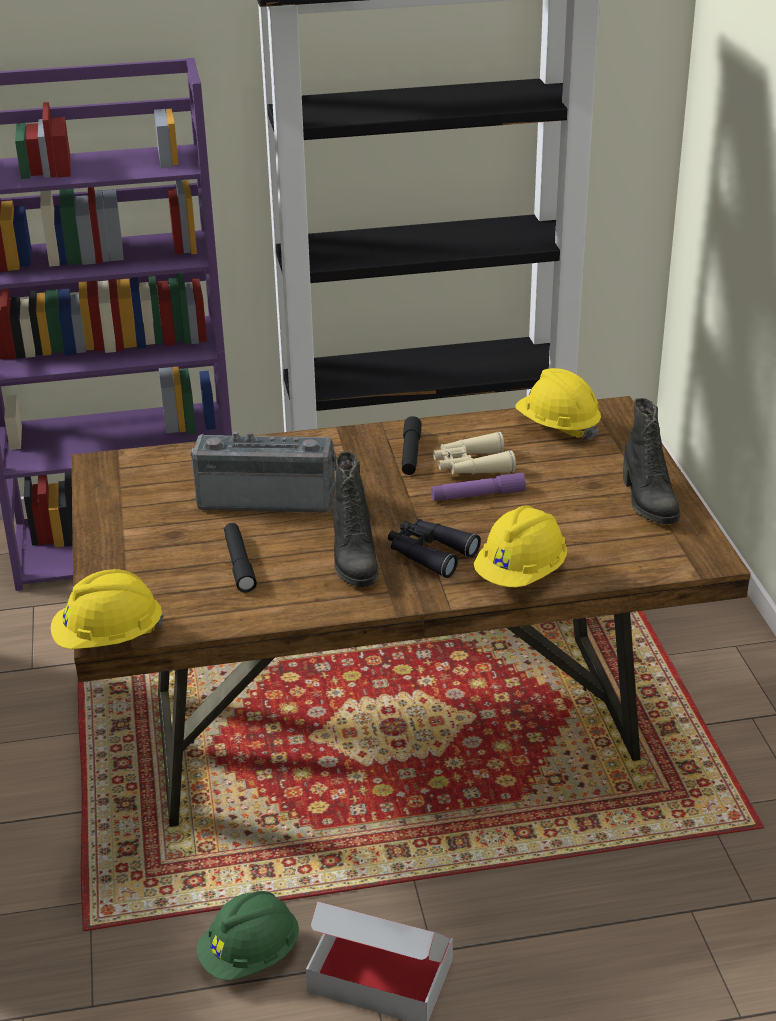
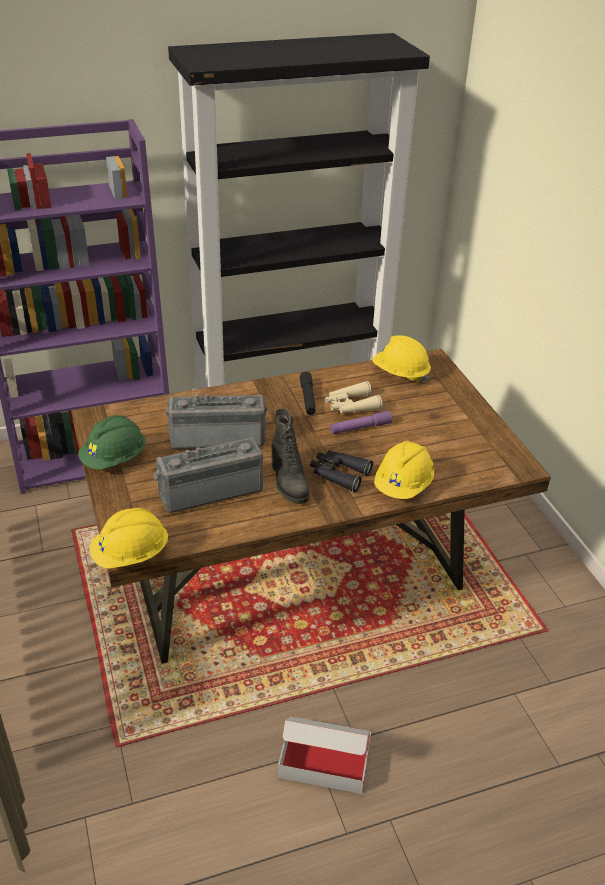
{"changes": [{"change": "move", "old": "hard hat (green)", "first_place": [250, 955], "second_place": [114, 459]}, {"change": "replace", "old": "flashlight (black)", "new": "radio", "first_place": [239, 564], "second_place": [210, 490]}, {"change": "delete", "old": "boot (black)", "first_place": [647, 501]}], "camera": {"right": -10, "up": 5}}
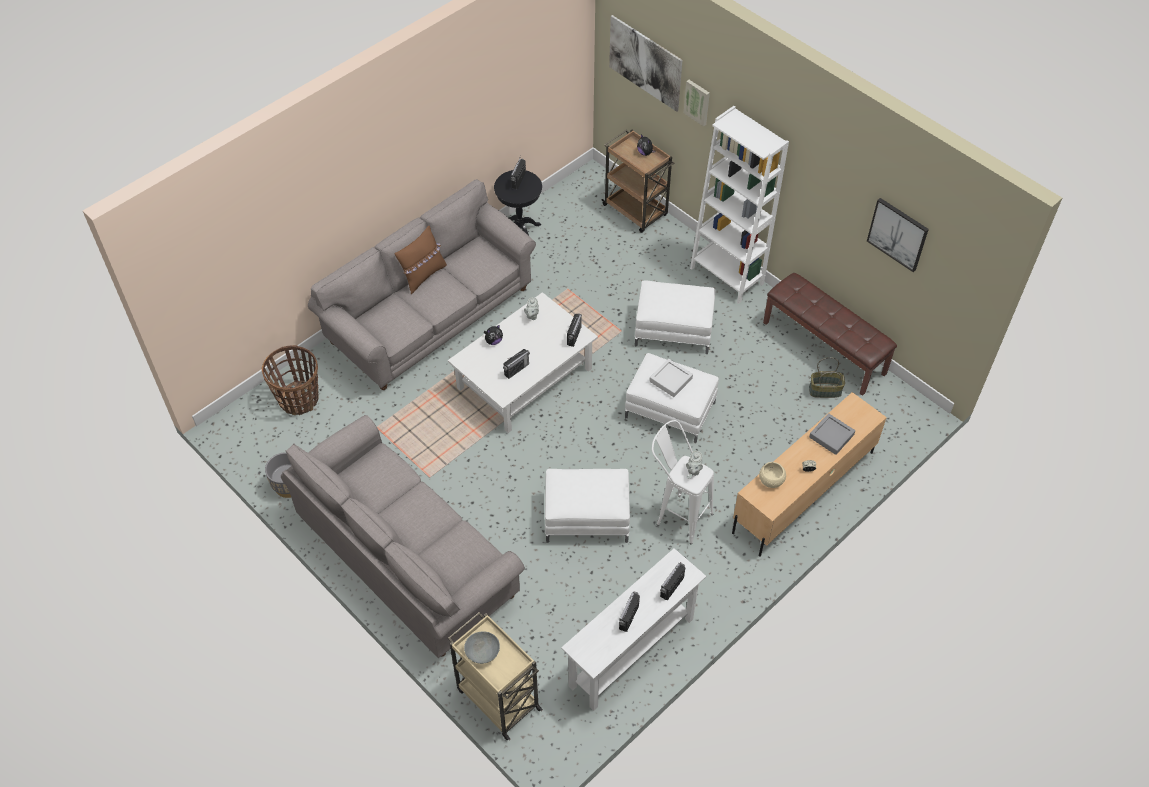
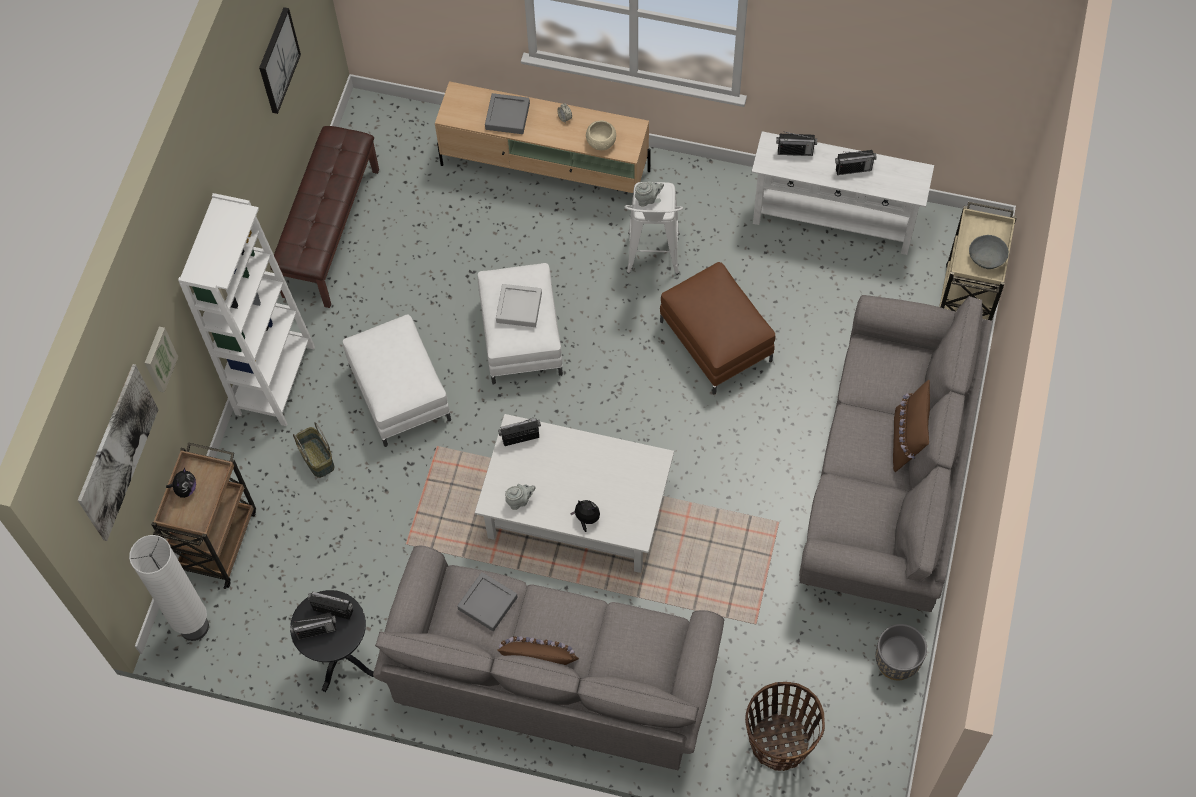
{"changes": [{"change": "move", "old": "radio", "first_place": [516, 369], "second_place": [333, 610]}, {"change": "recolor", "old": "ottoman (white)", "new": "ottoman (brown)", "first_place": [587, 517], "second_place": [715, 340]}, {"change": "move", "old": "basket", "first_place": [825, 390], "second_place": [316, 458]}, {"change": "insert", "new": "floor lamp (white)", "second_place": [194, 626]}, {"change": "insert", "new": "tray (grey)", "second_place": [487, 603]}, {"change": "insert", "new": "pillow (brown)", "second_place": [907, 440]}], "camera": {"right": -120, "up": 10}}
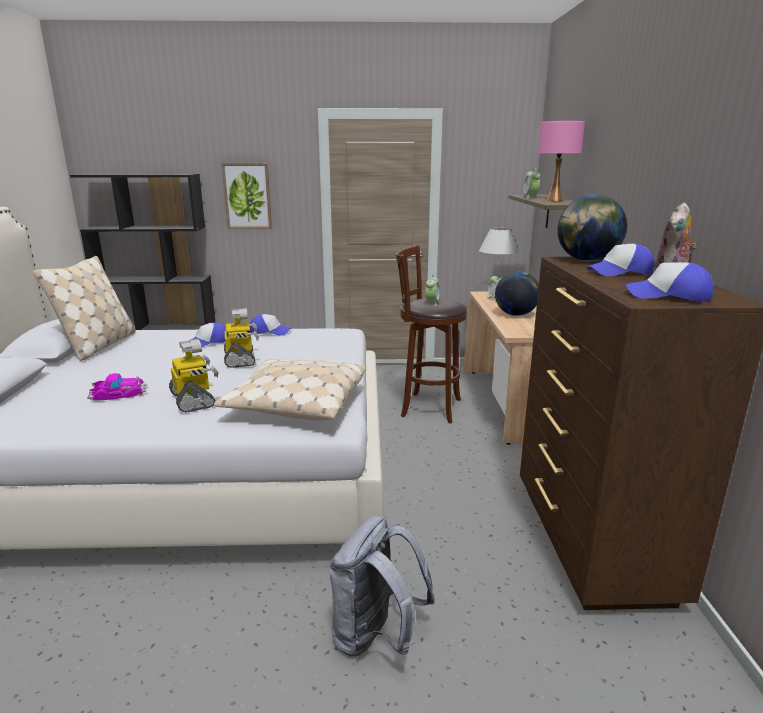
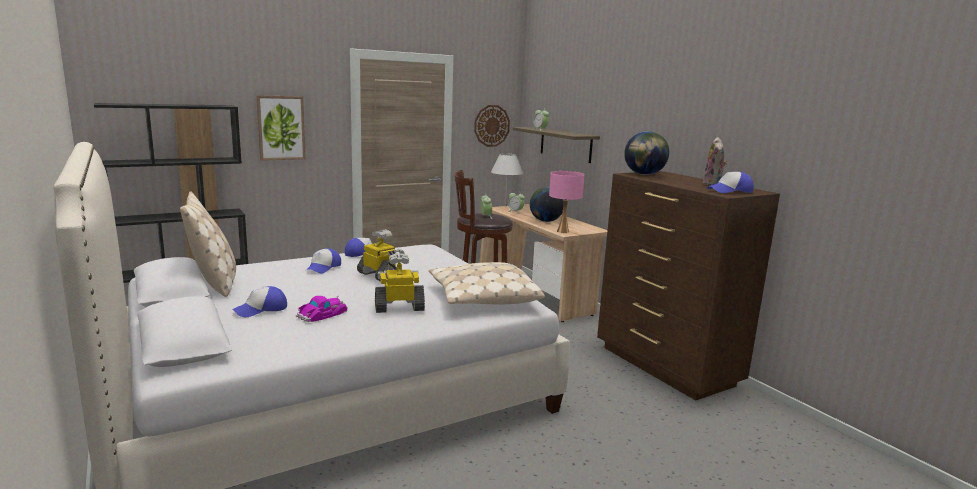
{"changes": [{"change": "rotate", "old": "toy robot", "first_place": [194, 400], "second_place": [399, 307], "degrees": -45}, {"change": "delete", "old": "backpack (grey)", "first_place": [376, 636]}, {"change": "move", "old": "table lamp (pink)", "first_place": [554, 200], "second_place": [562, 231]}, {"change": "move", "old": "cap", "first_place": [620, 272], "second_place": [261, 309]}, {"change": "insert", "new": "wall clock", "second_place": [491, 125]}], "camera": {"right": -30, "up": -5}}
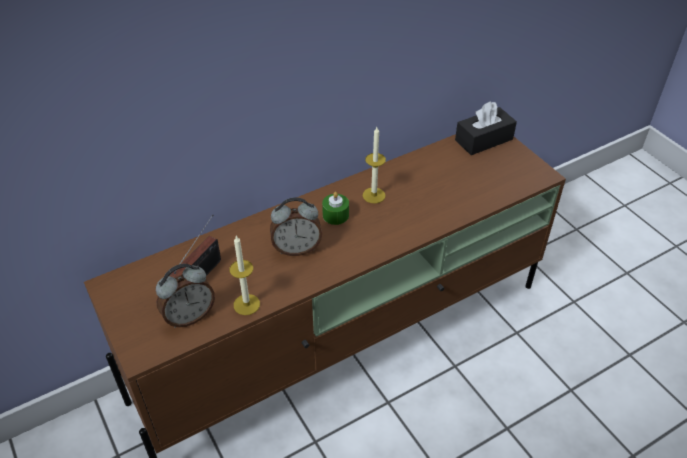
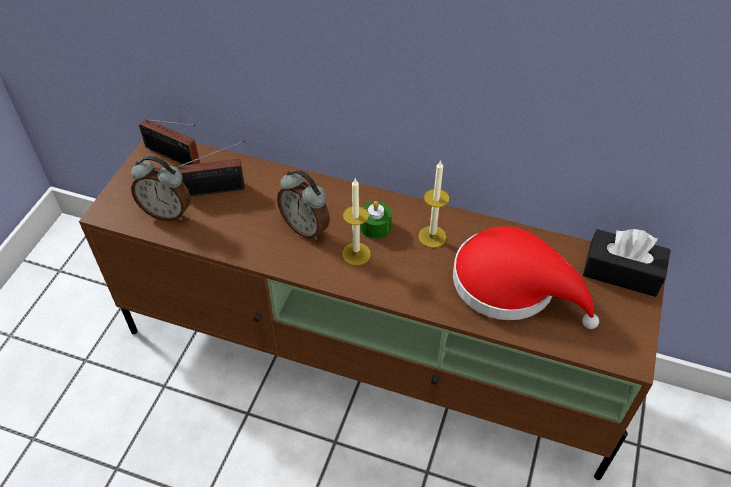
{"changes": [{"change": "move", "old": "candle", "first_place": [246, 304], "second_place": [356, 254]}, {"change": "insert", "new": "radio", "second_place": [175, 157]}, {"change": "insert", "new": "hat (red)", "second_place": [512, 285]}], "camera": {"right": 50, "up": 5}}
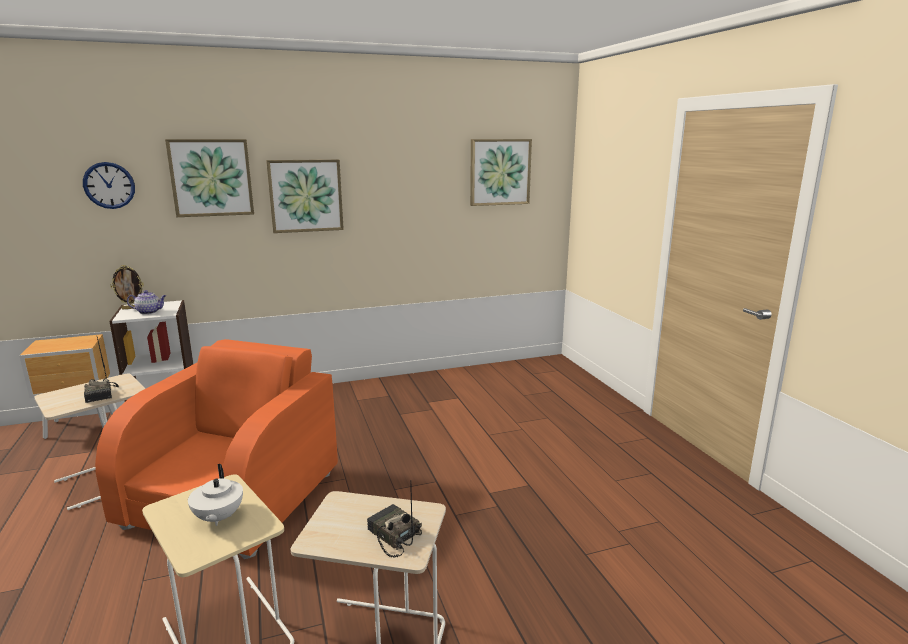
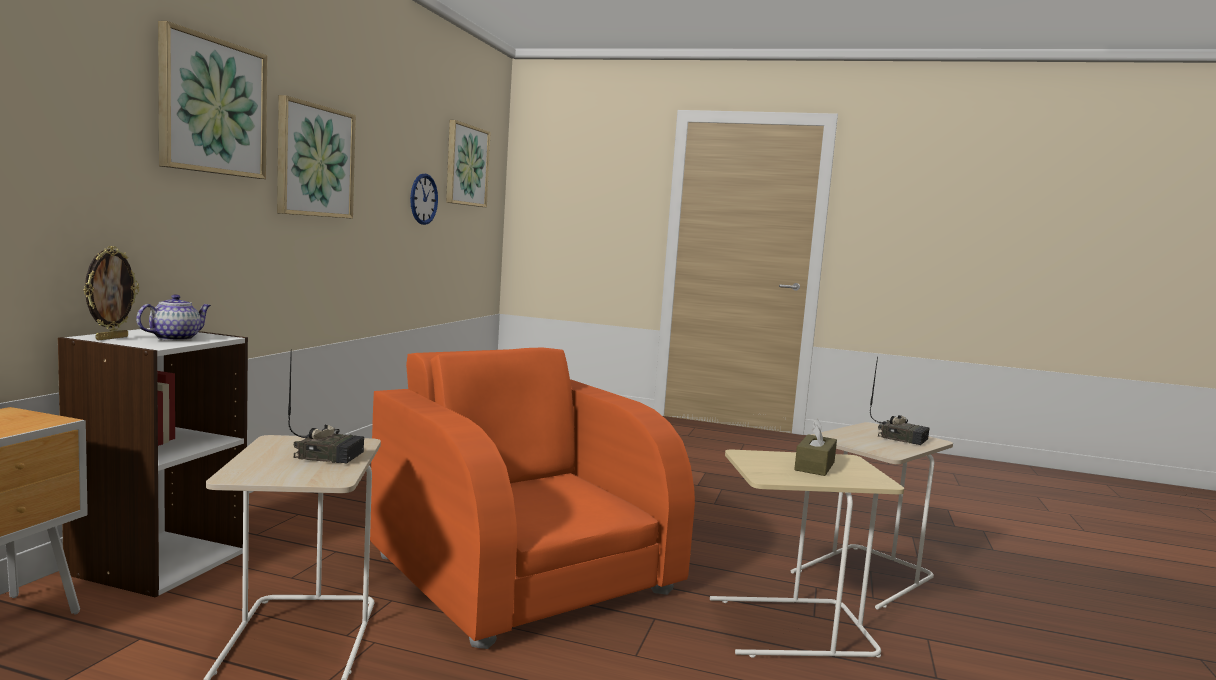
{"changes": [{"change": "move", "old": "wall clock", "first_place": [109, 185], "second_place": [423, 199]}, {"change": "replace", "old": "teapot (white)", "new": "tissue box (brown)", "first_place": [218, 518], "second_place": [814, 466]}, {"change": "rotate", "old": "radio", "first_place": [392, 536], "second_place": [901, 438], "degrees": -135}], "camera": {"right": -55, "up": -10}}
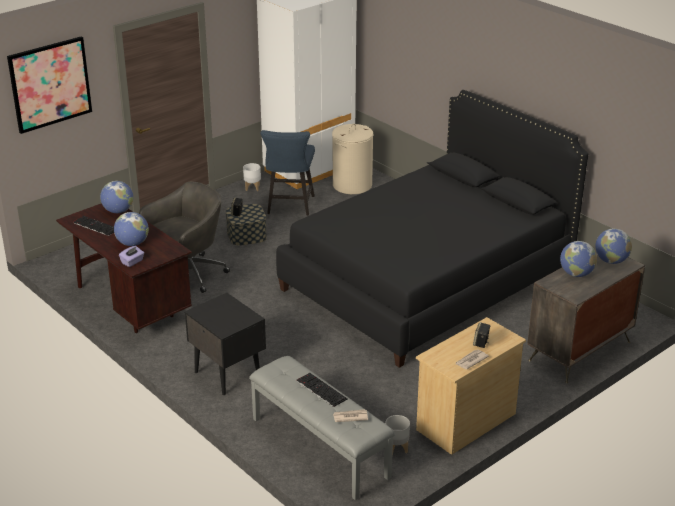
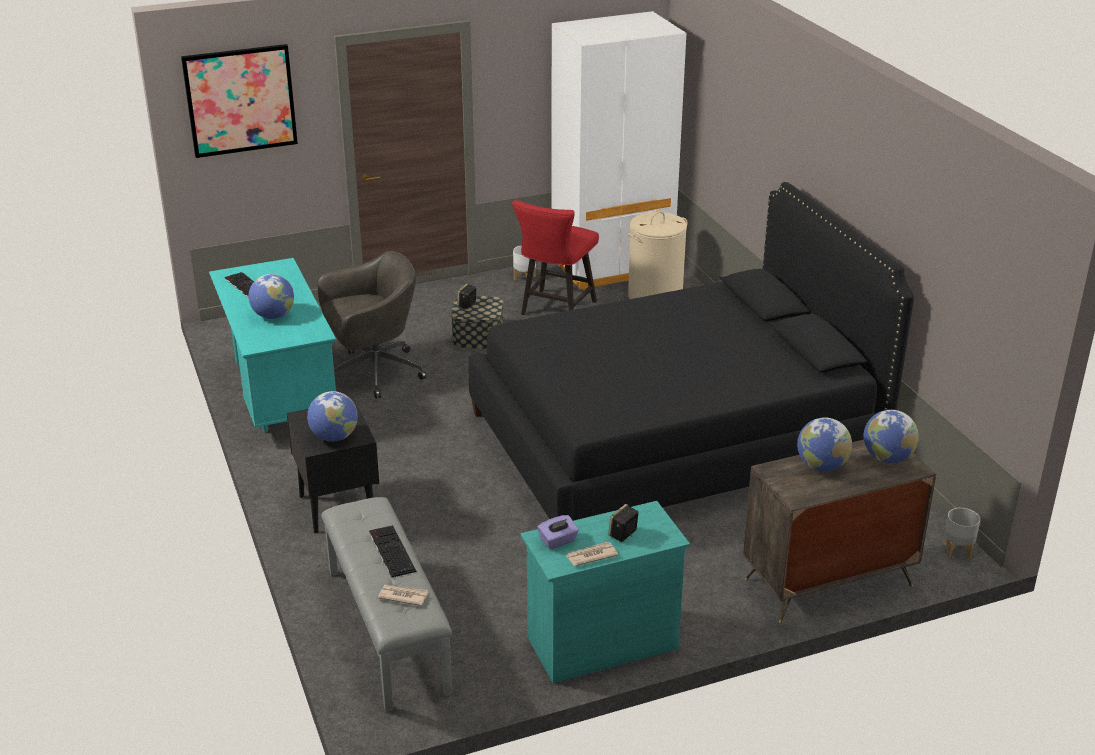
{"changes": [{"change": "recolor", "old": "desk (brown)", "new": "desk (turquoise)", "first_place": [129, 305], "second_place": [280, 397]}, {"change": "move", "old": "globe", "first_place": [118, 211], "second_place": [334, 437]}, {"change": "move", "old": "tissue box (purple)", "first_place": [132, 262], "second_place": [558, 541]}, {"change": "recolor", "old": "chair (blue)", "new": "chair (red)", "first_place": [289, 207], "second_place": [555, 310]}, {"change": "move", "old": "planter (grey)", "first_place": [396, 449], "second_place": [957, 551]}, {"change": "recolor", "old": "dresser (beige)", "new": "dresser (turquoise)", "first_place": [465, 422], "second_place": [601, 643]}], "camera": {"right": 20, "up": 0}}
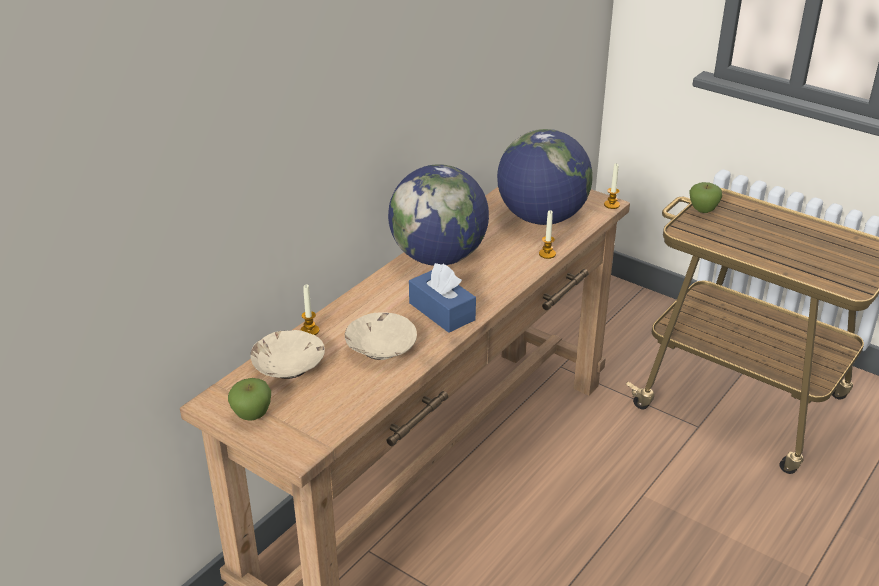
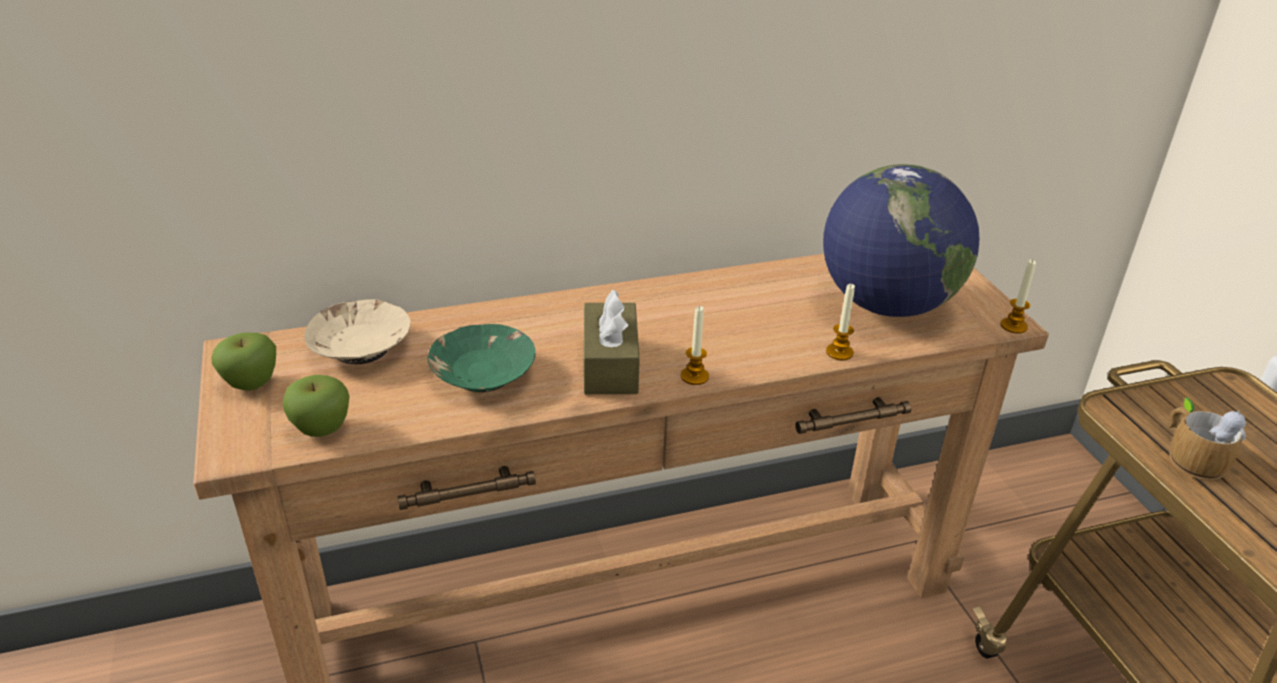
{"changes": [{"change": "move", "old": "candle", "first_place": [309, 331], "second_place": [694, 376]}, {"change": "recolor", "old": "bowl (beige)", "new": "bowl (green)", "first_place": [380, 347], "second_place": [482, 374]}, {"change": "delete", "old": "globe", "first_place": [438, 257]}, {"change": "recolor", "old": "tissue box (blue)", "new": "tissue box (brown)", "first_place": [442, 311], "second_place": [610, 364]}, {"change": "move", "old": "apple", "first_place": [703, 210], "second_place": [322, 429]}, {"change": "insert", "new": "mug", "second_place": [1191, 455]}], "camera": {"right": 35, "up": 0}}
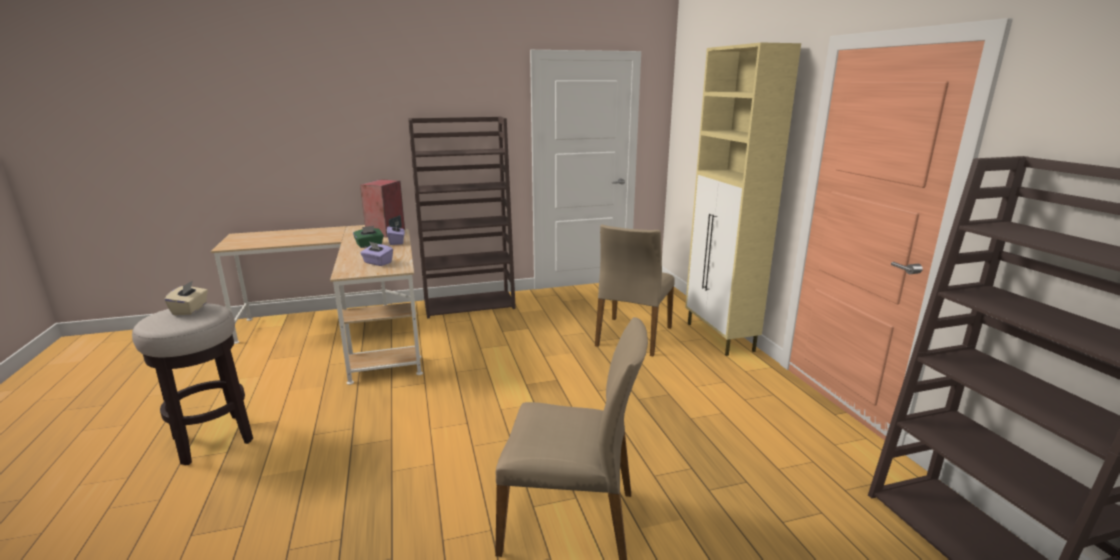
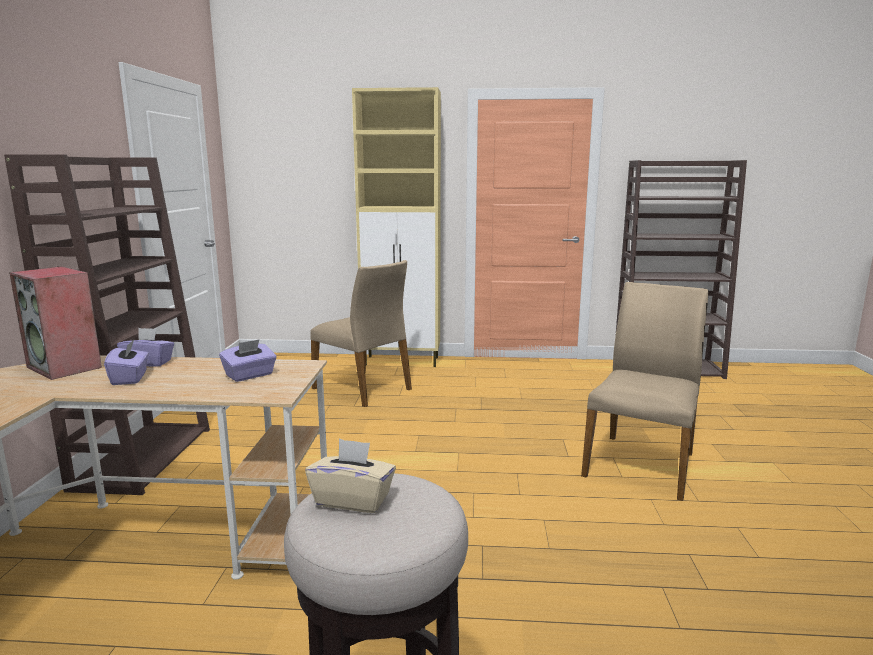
{"changes": [{"change": "recolor", "old": "tissue box (green)", "new": "tissue box (purple)", "first_place": [369, 245], "second_place": [130, 378]}], "camera": {"right": -70, "up": -5}}
